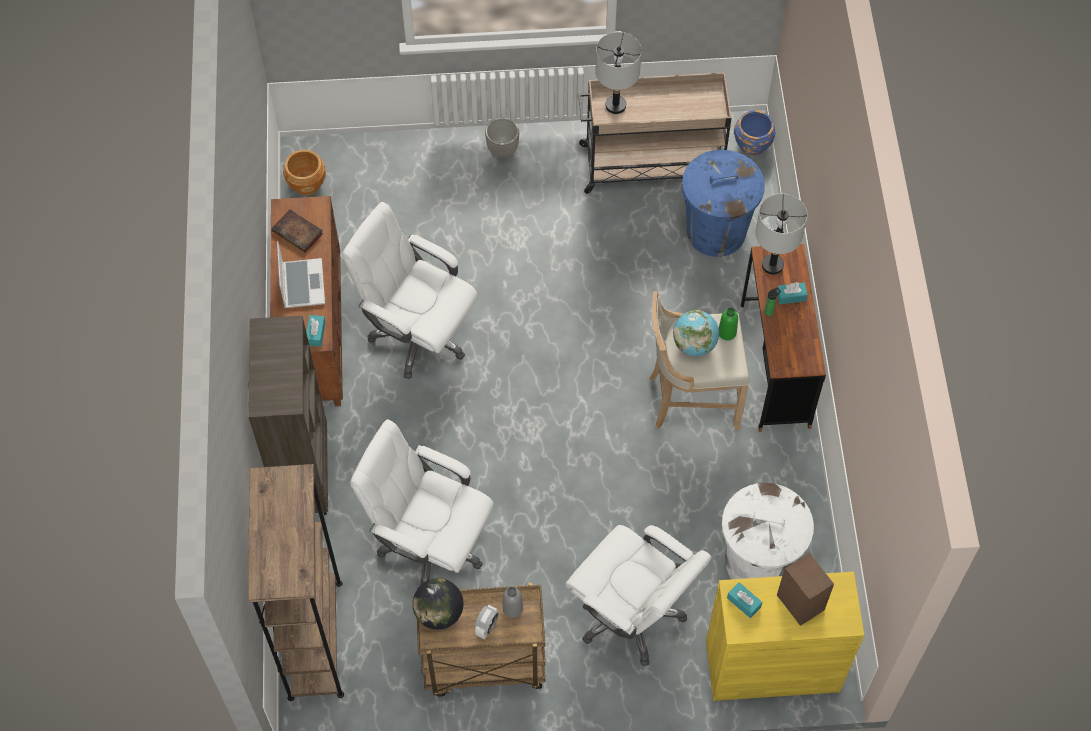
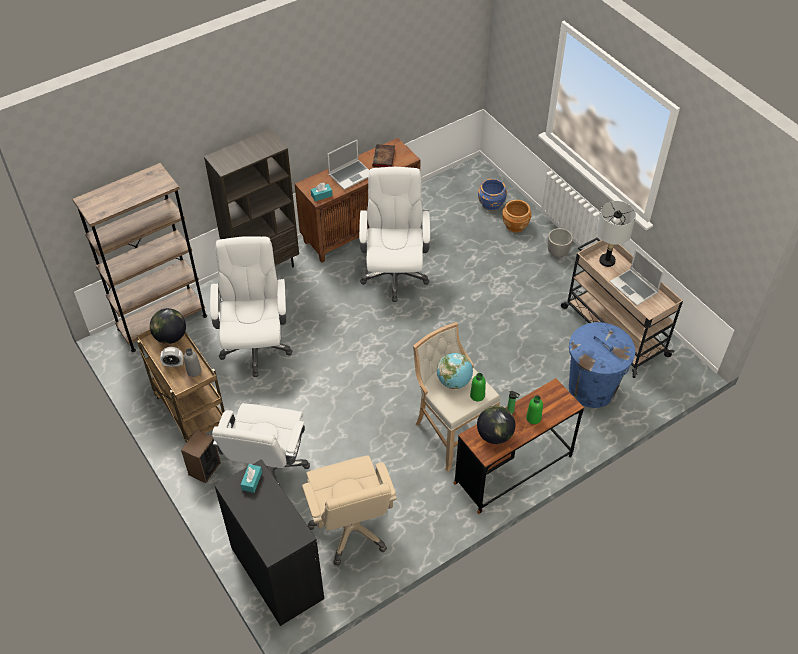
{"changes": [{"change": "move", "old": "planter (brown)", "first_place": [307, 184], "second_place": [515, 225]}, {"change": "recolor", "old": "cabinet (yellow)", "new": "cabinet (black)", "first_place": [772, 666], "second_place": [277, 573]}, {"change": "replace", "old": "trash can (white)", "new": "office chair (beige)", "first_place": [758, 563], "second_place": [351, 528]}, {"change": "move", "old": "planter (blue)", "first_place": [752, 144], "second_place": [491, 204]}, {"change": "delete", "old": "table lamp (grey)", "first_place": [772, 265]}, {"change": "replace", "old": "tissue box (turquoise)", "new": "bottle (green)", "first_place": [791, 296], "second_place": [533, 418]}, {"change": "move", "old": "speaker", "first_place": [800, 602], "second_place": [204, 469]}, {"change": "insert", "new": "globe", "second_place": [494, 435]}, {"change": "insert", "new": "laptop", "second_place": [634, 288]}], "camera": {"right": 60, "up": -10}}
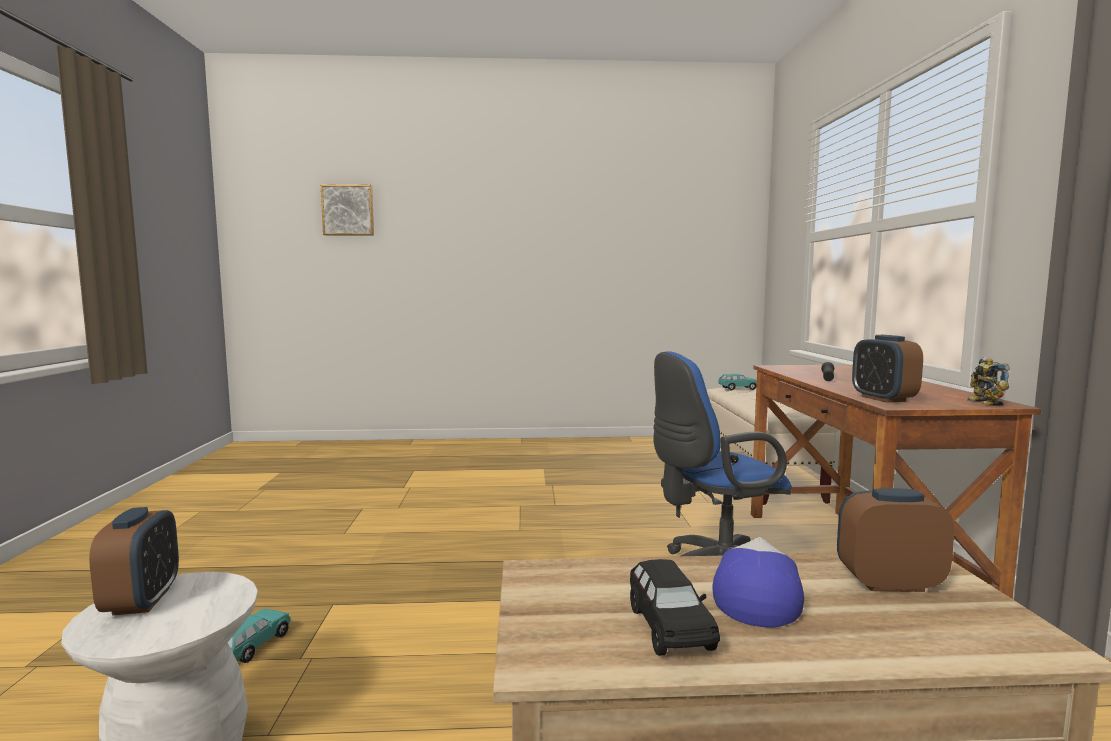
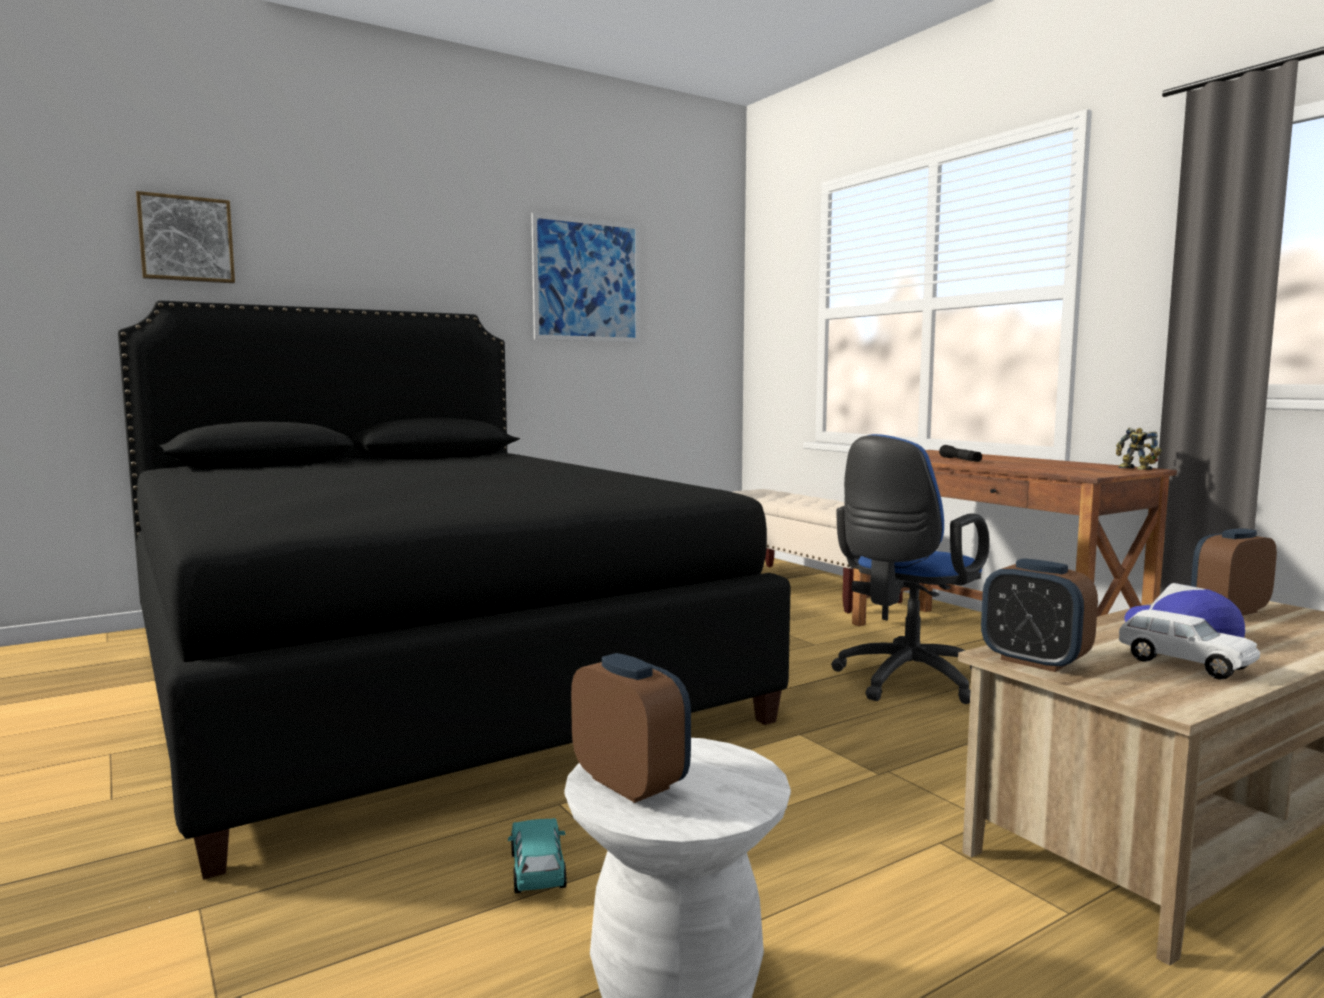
{"changes": [{"change": "recolor", "old": "toy car (black)", "new": "toy car (white)", "first_place": [669, 627], "second_place": [1185, 663]}, {"change": "delete", "old": "toy car (turquoise)", "first_place": [738, 388]}, {"change": "move", "old": "alarm clock", "first_place": [883, 399], "second_place": [1034, 661]}, {"change": "insert", "new": "bed (black)", "second_place": [413, 669]}, {"change": "insert", "new": "picture", "second_place": [587, 280]}], "camera": {"right": -30, "up": 0}}
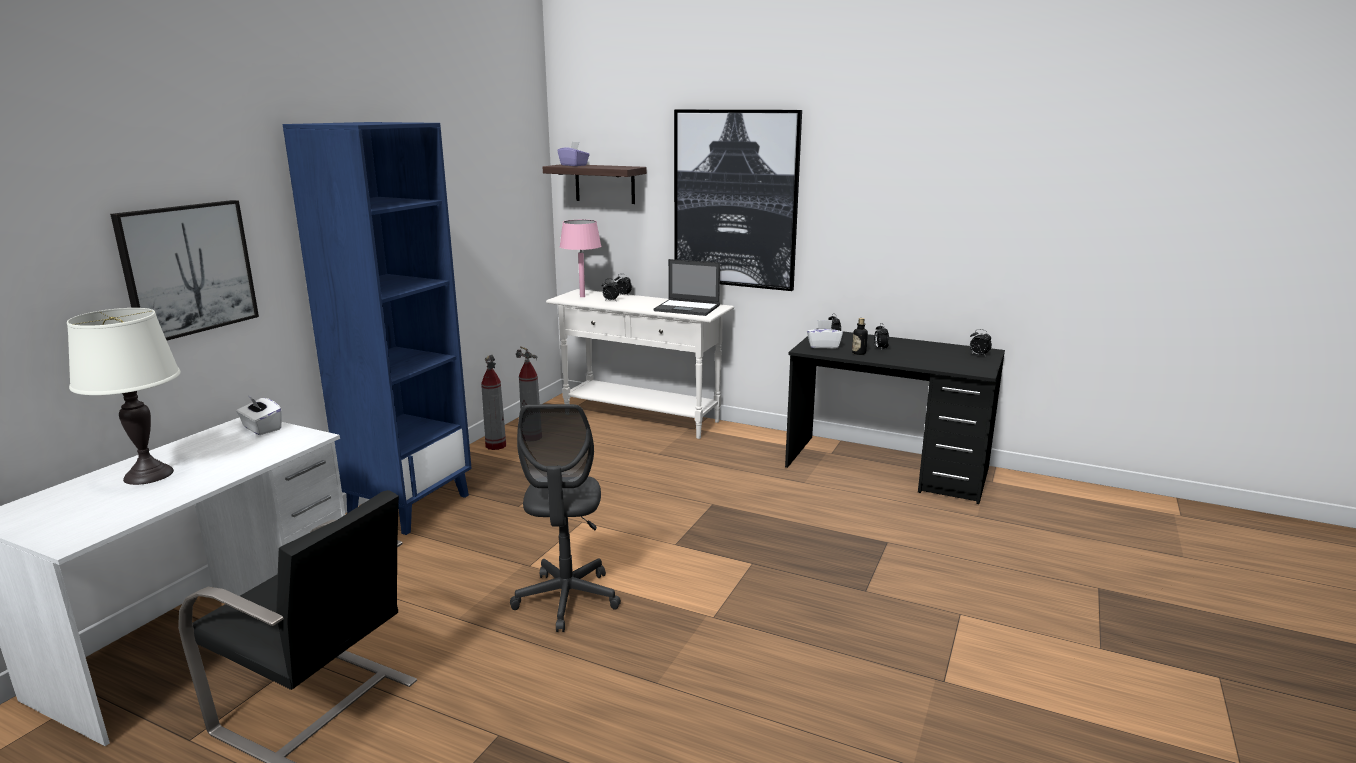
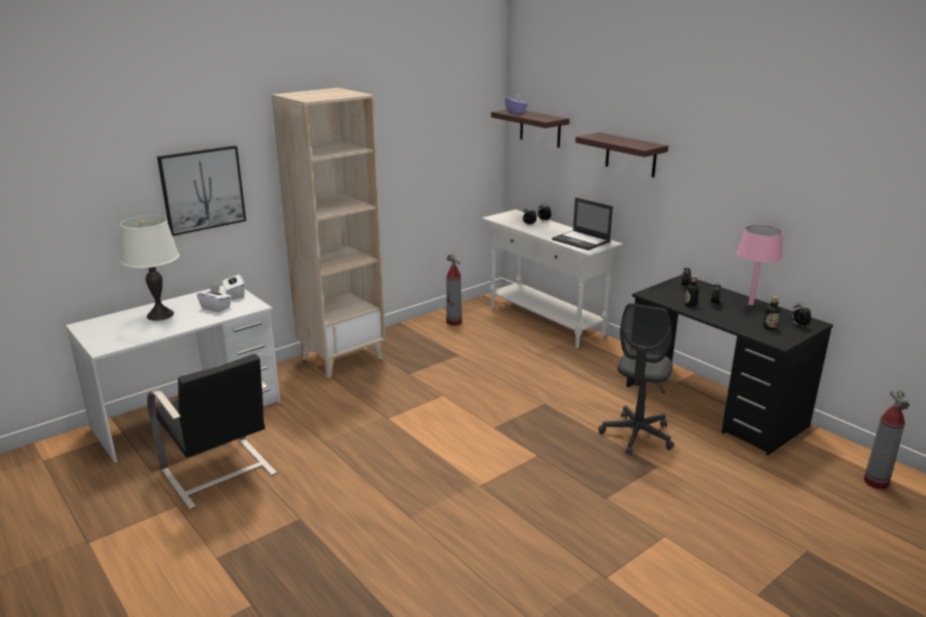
{"changes": [{"change": "recolor", "old": "bookcase (blue)", "new": "bookcase (beige)", "first_place": [409, 506], "second_place": [342, 358]}, {"change": "move", "old": "fire extinguisher", "first_place": [496, 445], "second_place": [875, 482]}, {"change": "move", "old": "office chair (grey)", "first_place": [567, 599], "second_place": [637, 435]}, {"change": "move", "old": "table lamp (pink)", "first_place": [582, 296], "second_place": [750, 304]}, {"change": "replace", "old": "picture", "new": "shelf", "first_place": [735, 199], "second_place": [631, 155]}, {"change": "move", "old": "tissue box (white)", "first_place": [823, 346], "second_place": [216, 307]}, {"change": "insert", "new": "bottle", "second_place": [769, 327]}], "camera": {"right": 25, "up": 5}}
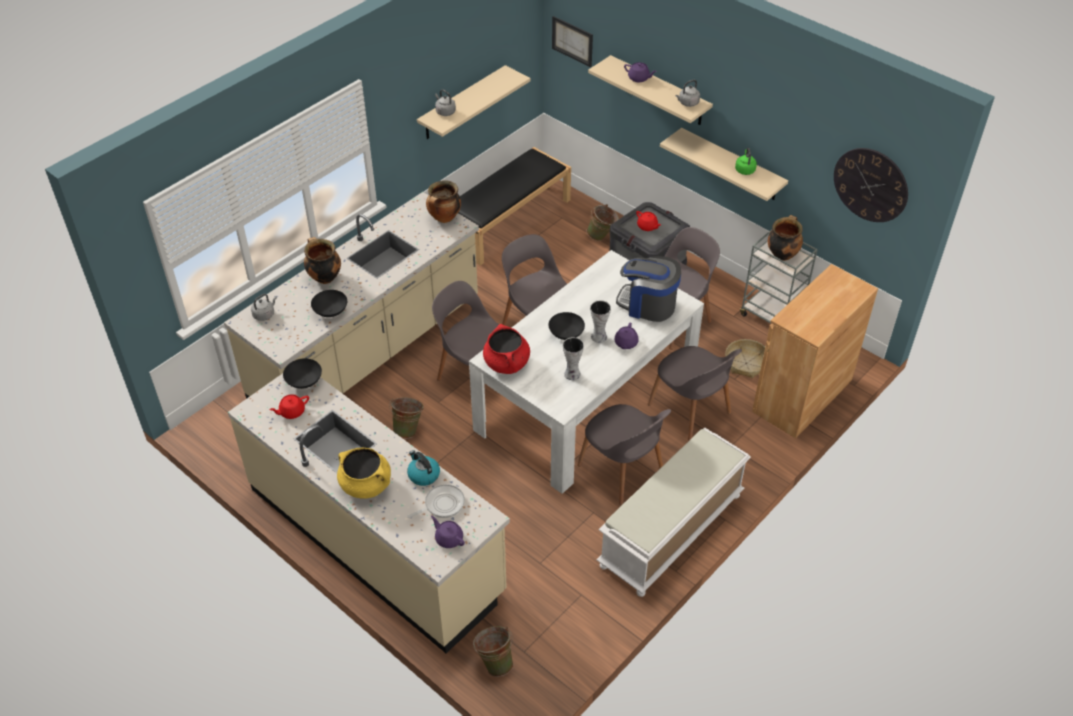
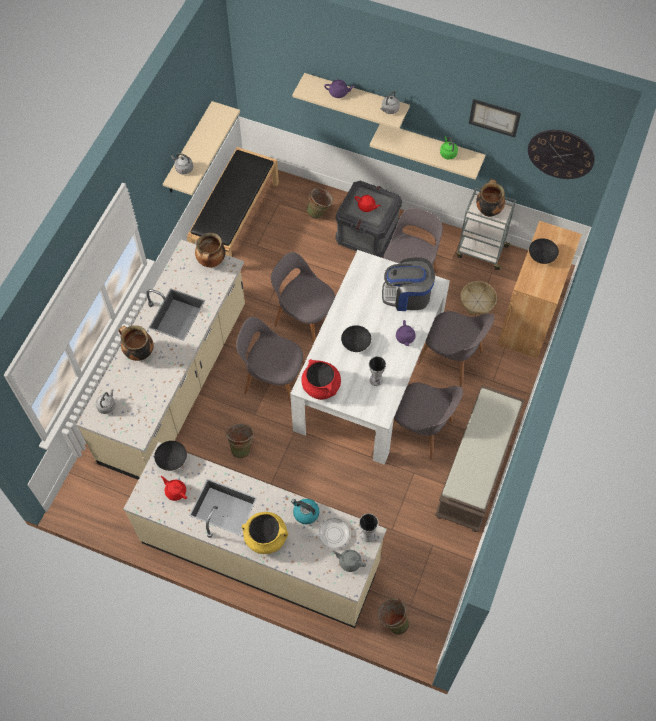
{"changes": [{"change": "rotate", "old": "teapot (red)", "first_place": [291, 412], "second_place": [175, 491], "degrees": 90}, {"change": "move", "old": "bowl (black)", "first_place": [330, 311], "second_place": [541, 256]}, {"change": "rotate", "old": "frying pan", "first_place": [442, 504], "second_place": [331, 534], "degrees": 45}, {"change": "recolor", "old": "teapot (purple)", "new": "teapot (grey)", "first_place": [448, 538], "second_place": [349, 562]}, {"change": "move", "old": "picture", "first_place": [572, 41], "second_place": [494, 117]}, {"change": "move", "old": "vase", "first_place": [598, 336], "second_place": [367, 534]}, {"change": "recolor", "old": "bench (white)", "new": "bench (brown)", "first_place": [671, 531], "second_place": [477, 469]}], "camera": {"right": -20, "up": 15}}
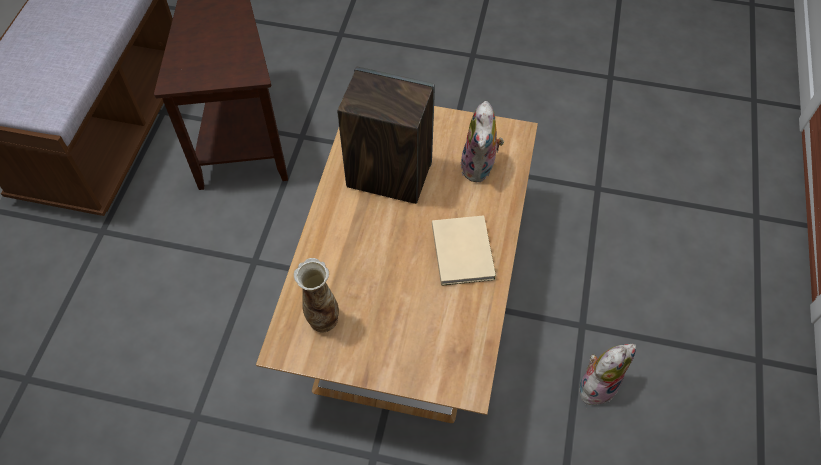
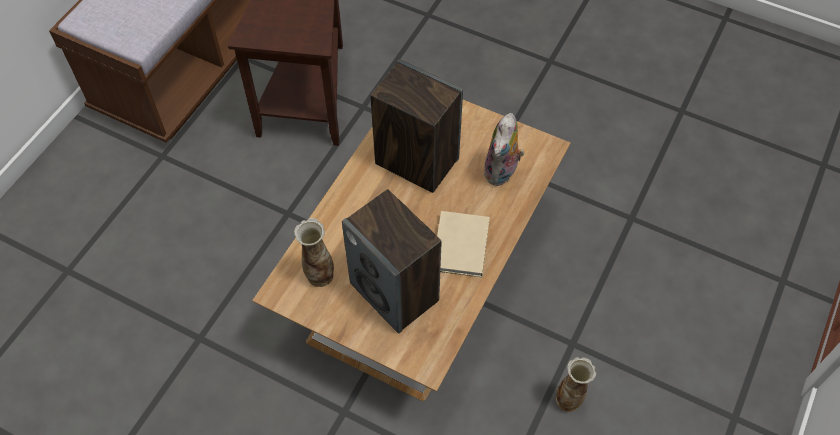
{"changes": [{"change": "replace", "old": "plush toy", "new": "vase", "first_place": [597, 385], "second_place": [568, 401]}, {"change": "insert", "new": "speaker", "second_place": [395, 292]}], "camera": {"right": 15, "up": 0}}
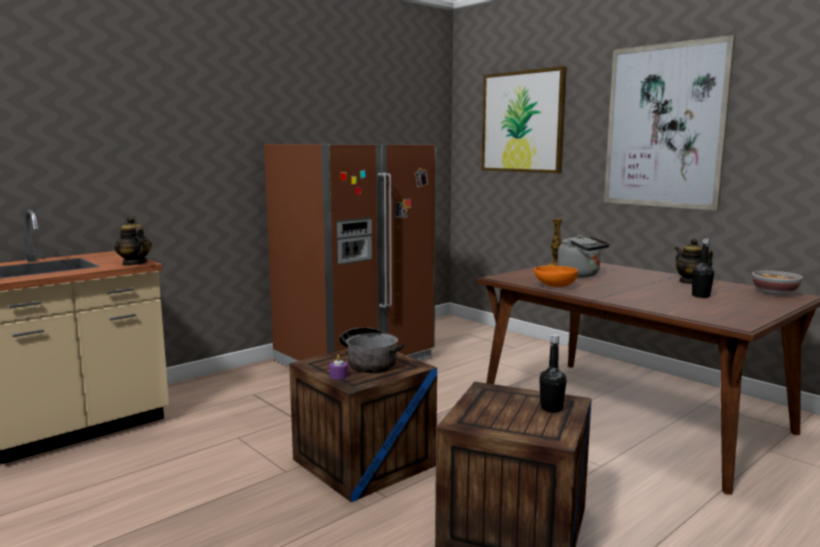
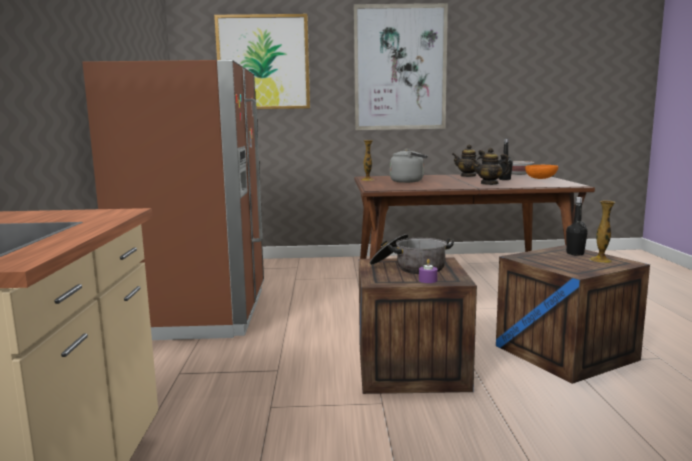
{"changes": [{"change": "move", "old": "teapot", "first_place": [134, 263], "second_place": [489, 183]}, {"change": "move", "old": "bowl (orange)", "first_place": [555, 286], "second_place": [541, 179]}, {"change": "insert", "new": "vase", "second_place": [600, 260]}], "camera": {"right": -50, "up": 0}}
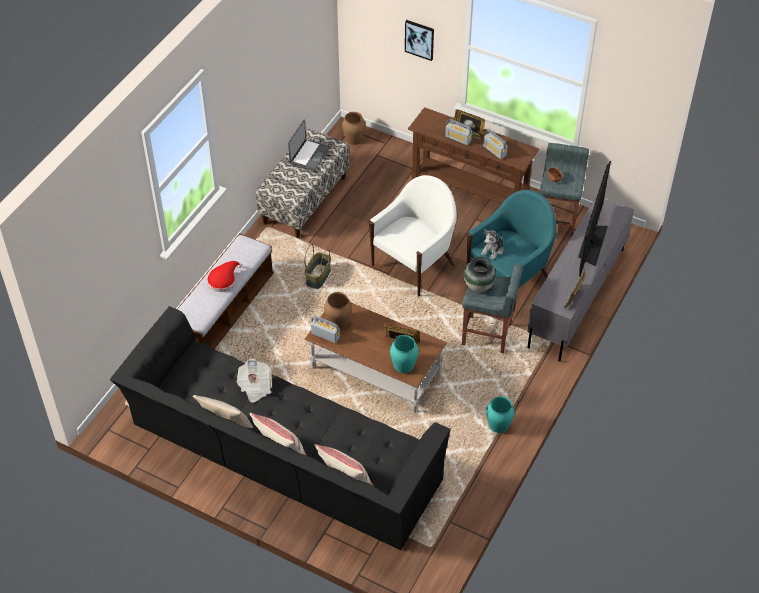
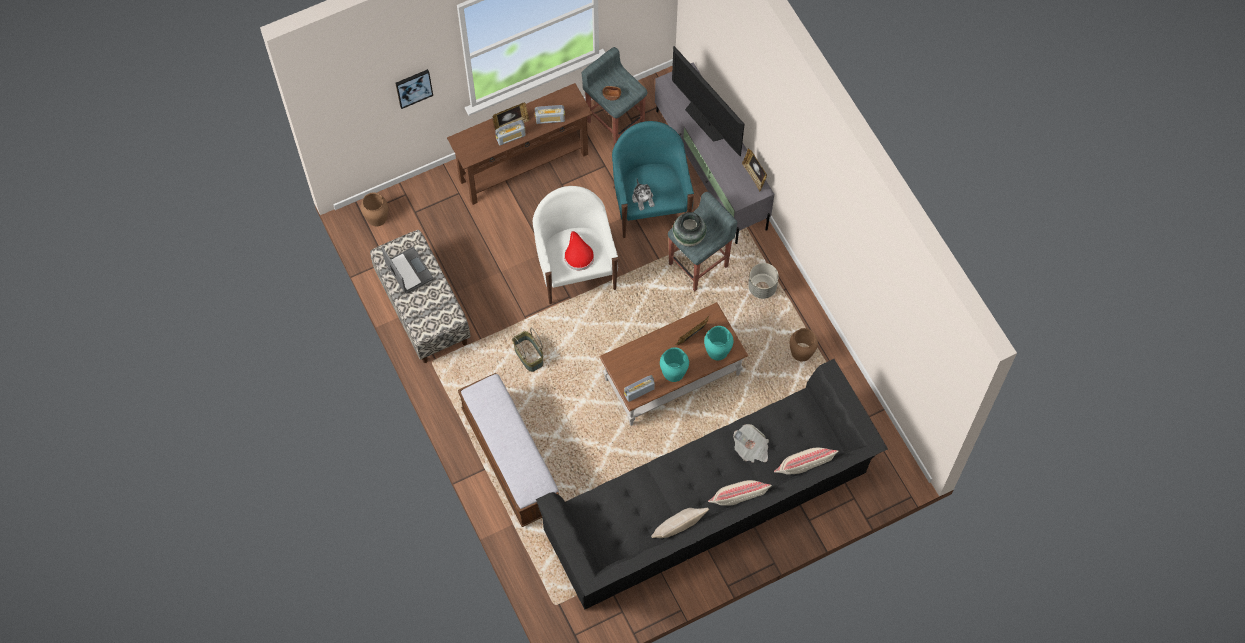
{"changes": [{"change": "move", "old": "hat (red)", "first_place": [223, 280], "second_place": [578, 255]}, {"change": "move", "old": "newspaper", "first_place": [255, 387], "second_place": [751, 449]}, {"change": "move", "old": "vase (brown)", "first_place": [338, 321], "second_place": [801, 352]}, {"change": "move", "old": "vase (turquoise)", "first_place": [498, 424], "second_place": [673, 372]}, {"change": "insert", "new": "planter (grey)", "second_place": [762, 288]}], "camera": {"right": -55, "up": 15}}
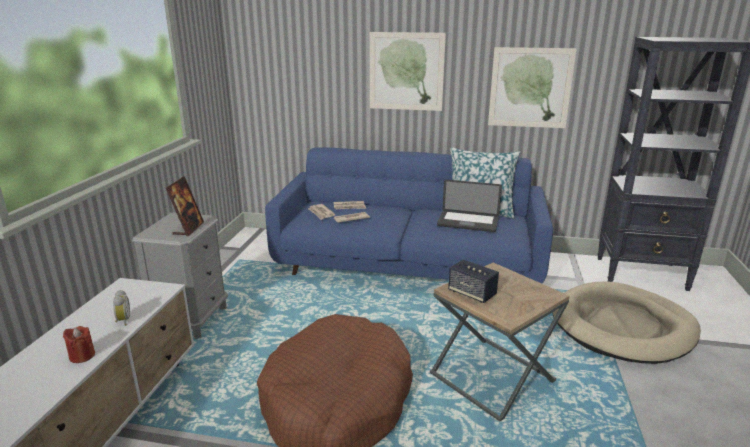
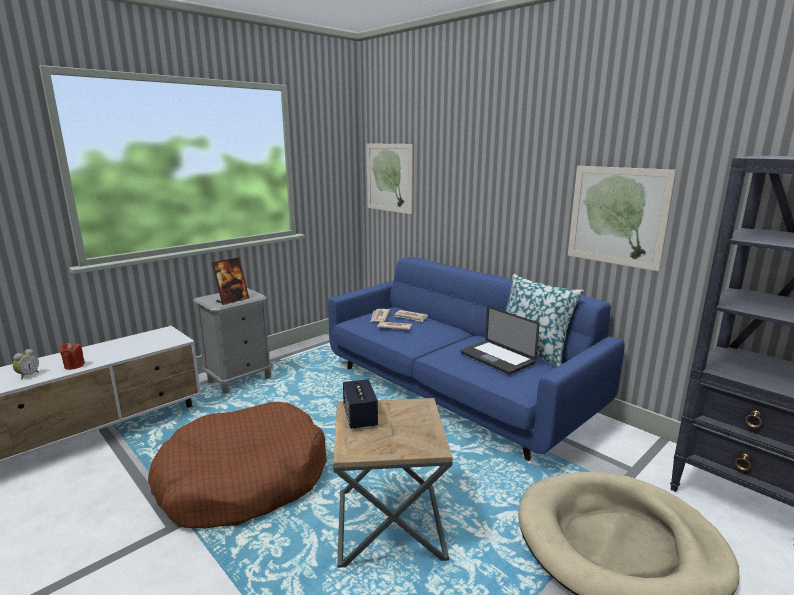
{"changes": [{"change": "move", "old": "alarm clock", "first_place": [122, 321], "second_place": [27, 375]}, {"change": "move", "old": "picture", "first_place": [406, 71], "second_place": [389, 177]}], "camera": {"right": 35, "up": -5}}
